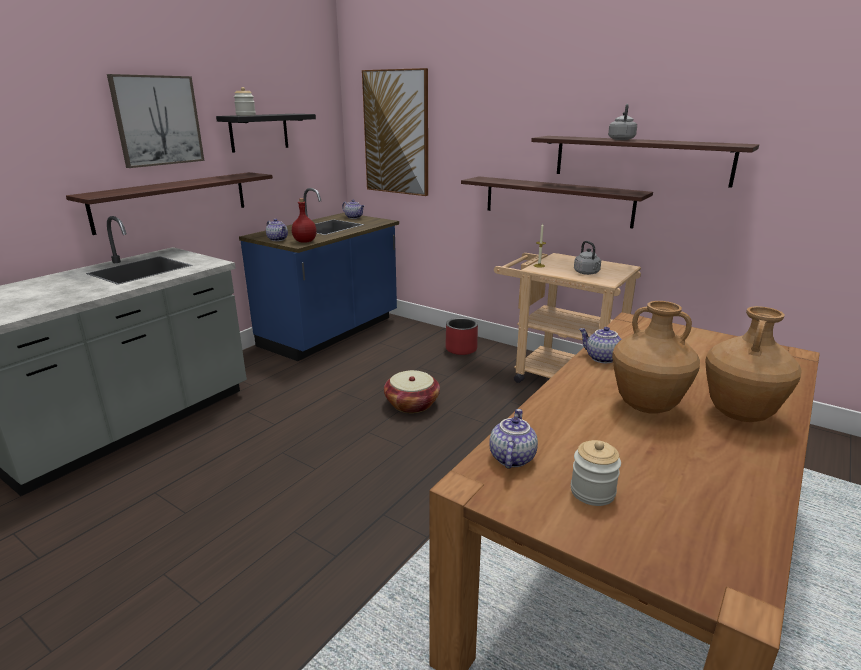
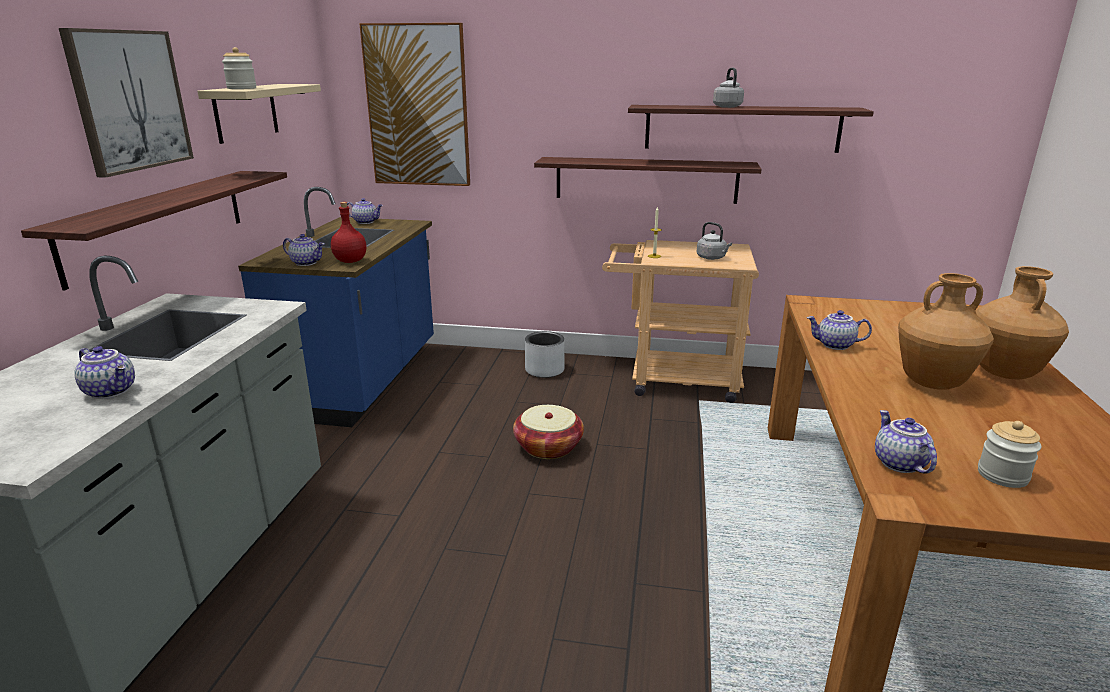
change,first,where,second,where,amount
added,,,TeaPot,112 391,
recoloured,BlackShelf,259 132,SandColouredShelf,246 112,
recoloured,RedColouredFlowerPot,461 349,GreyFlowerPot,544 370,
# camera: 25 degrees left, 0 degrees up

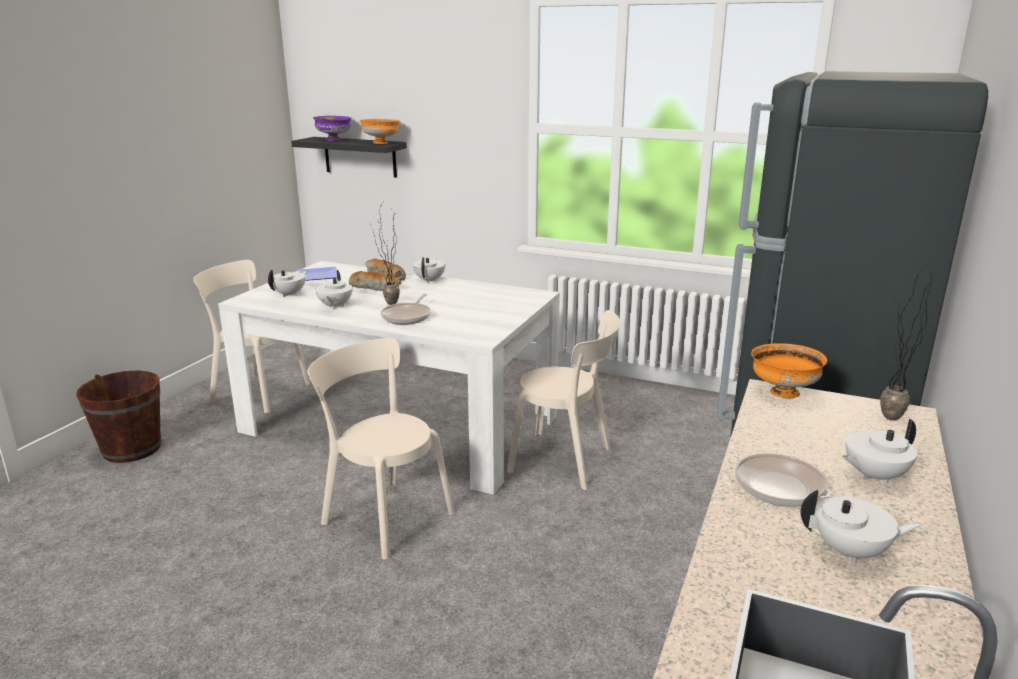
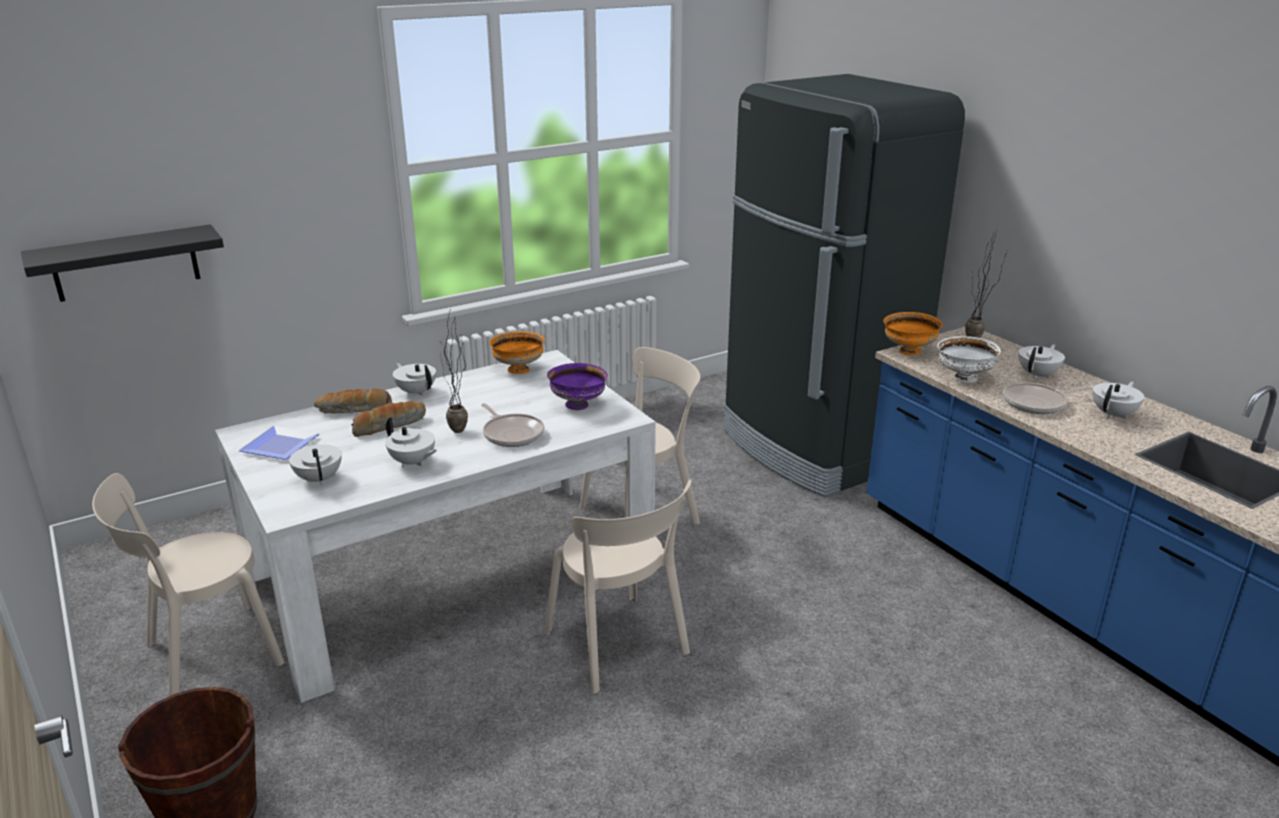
change,first,where,second,where,amount
added,,,WhiteBowl,963 378,
moved,PurplishBowl,334 140,,578 404,
moved,OrangeyBowl,381 143,,518 369,
turned,SandColouredPlainChair,384 515,,619 646,105 degrees counterclockwise
turned,WhiteTeaPot,873 475,,1038 375,150 degrees counterclockwise
# camera: 55 degrees left, 5 degrees up

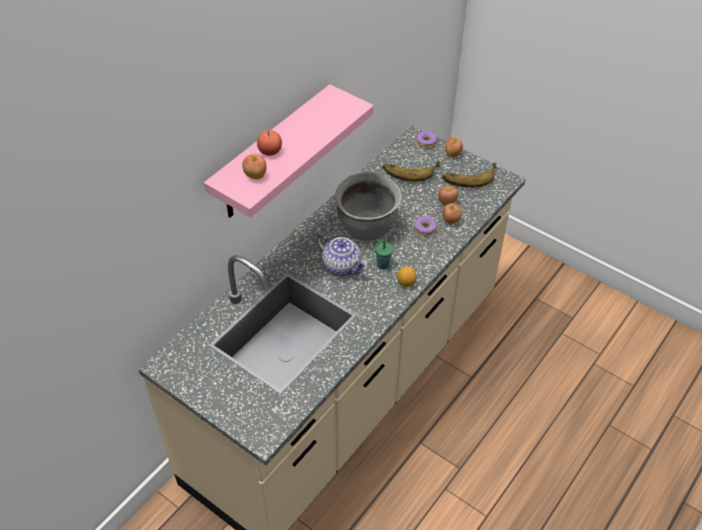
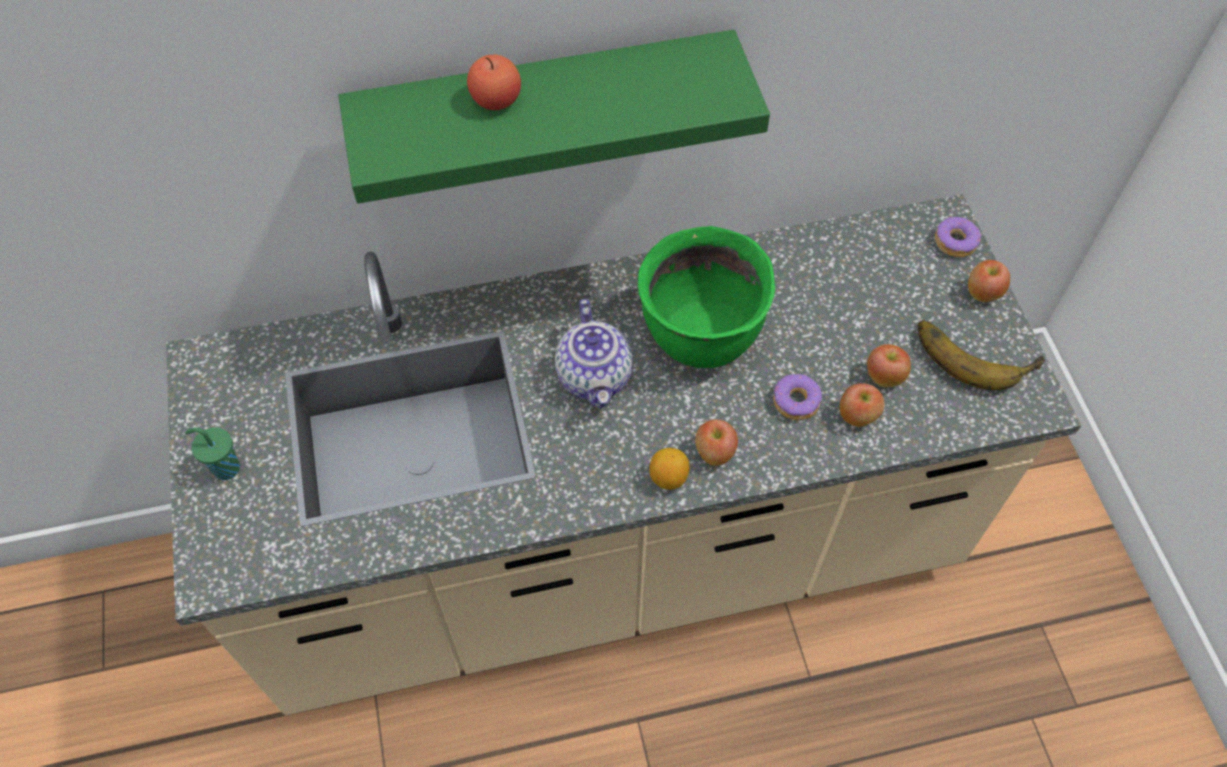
change,first,where,second,where,amount
removed,Banana,410 169,,,
moved,AppleFruit,255 176,,714 453,
moved,GreenColouredDrinkingCup,382 265,,225 468,
recoloured,PinkishShelf,272 155,GreenColouredShelf,544 110,
recoloured,GreySaucepot,367 228,GreenColouredSaucepot,701 336,
# camera: 40 degrees right, 10 degrees up

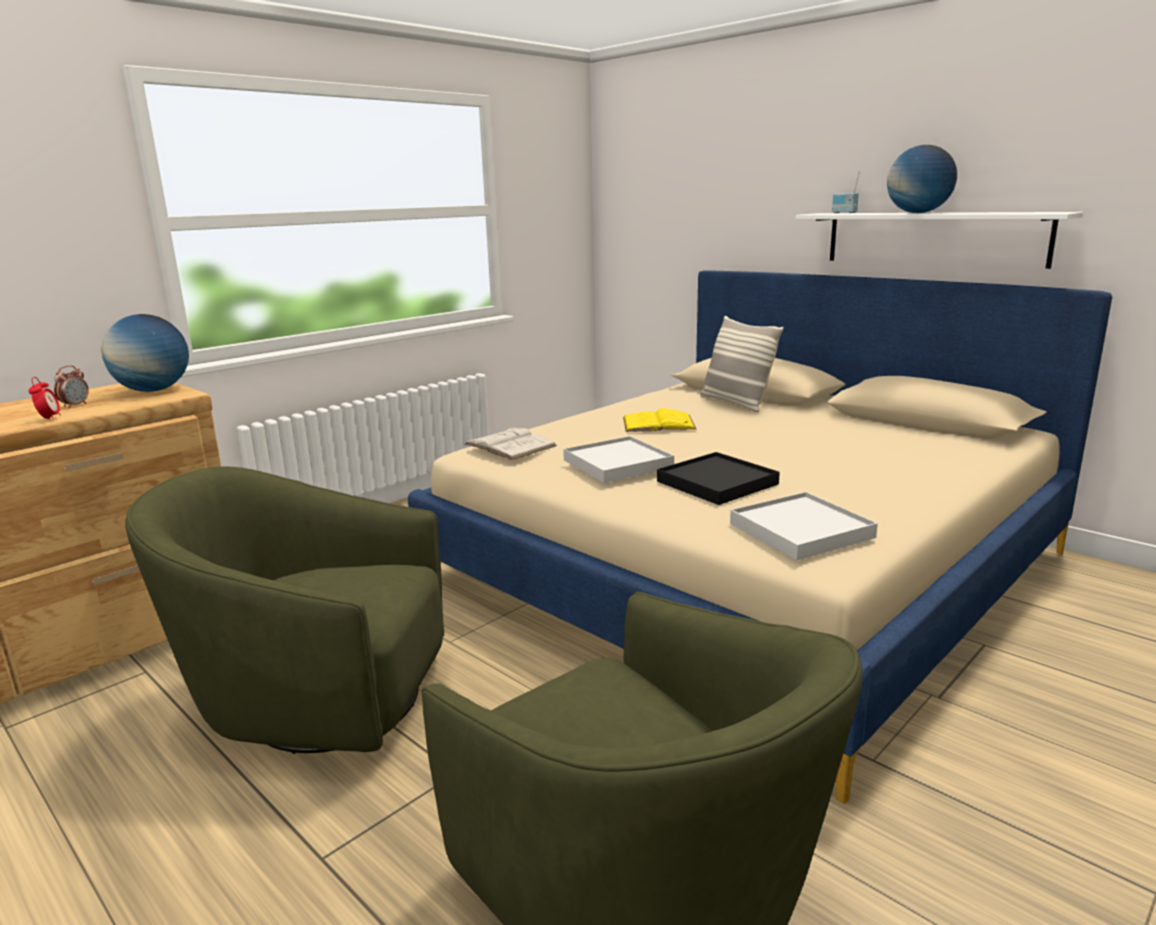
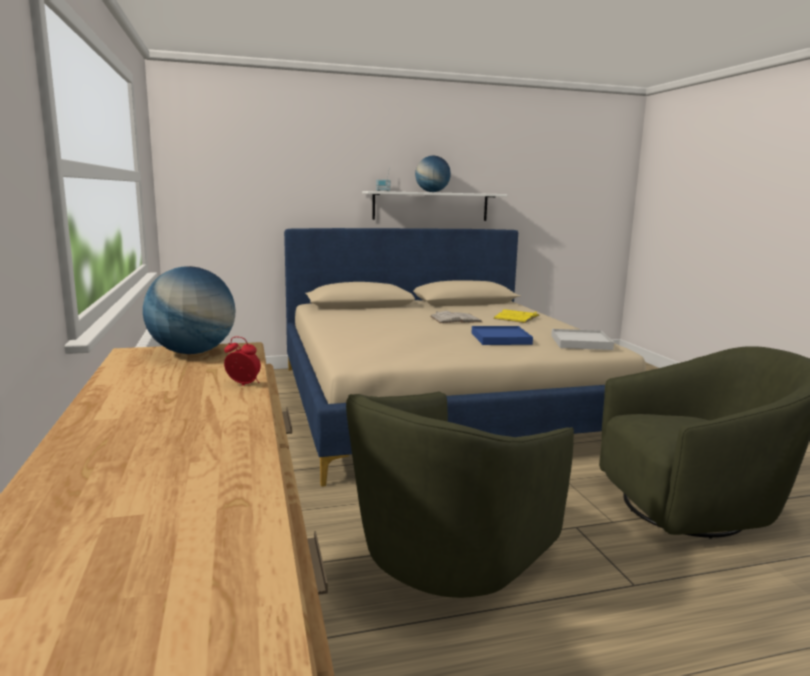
change,first,where,second,where,amount
removed,TableClock,75 405,,,
removed,WhiteServingTray,618 464,,,
removed,Pillow,736 403,,,
moved,WhiteVolume,510 445,,455 319,
moved,YellowishVolume,658 423,,516 317,
recoloured,BlackServingTray,717 483,BlueServingTray,501 338,
# camera: 60 degrees left, 5 degrees down

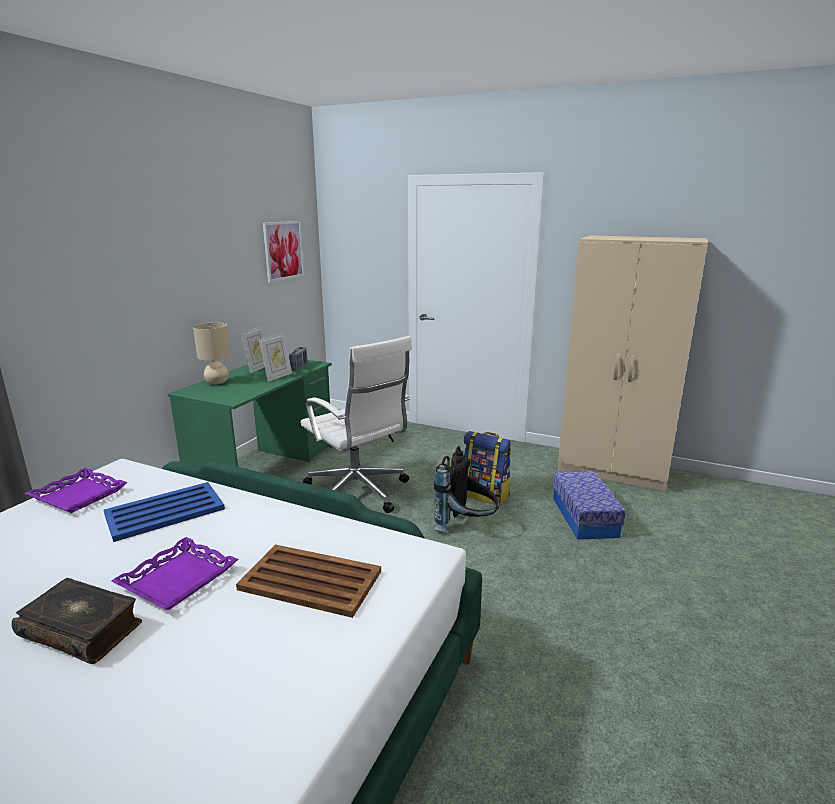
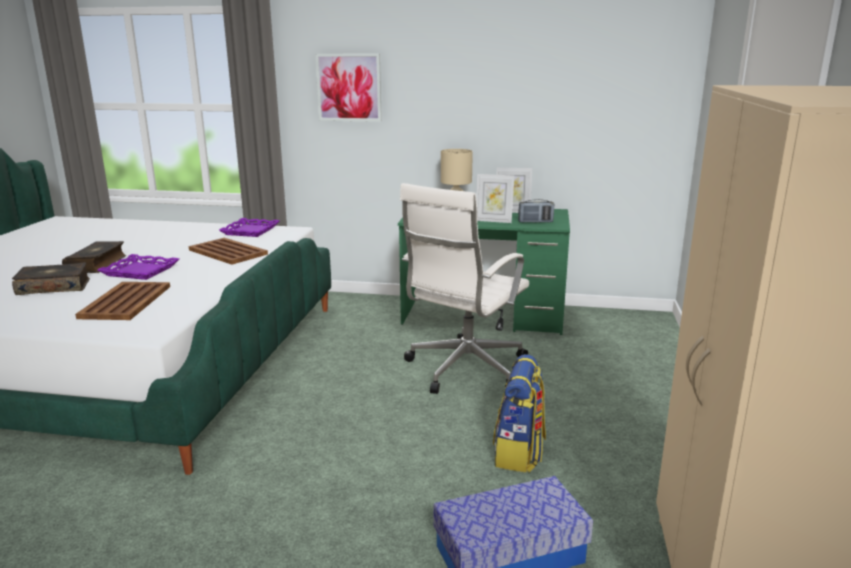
change,first,where,second,where,amount
removed,BlackKnapsack,466 527,,,
added,,,Volume,54 287,
moved,WallArt,283 250,,349 87,
recoloured,BlueServingTray,163 512,BrownServingTray,227 252,
# camera: 75 degrees right, 0 degrees up

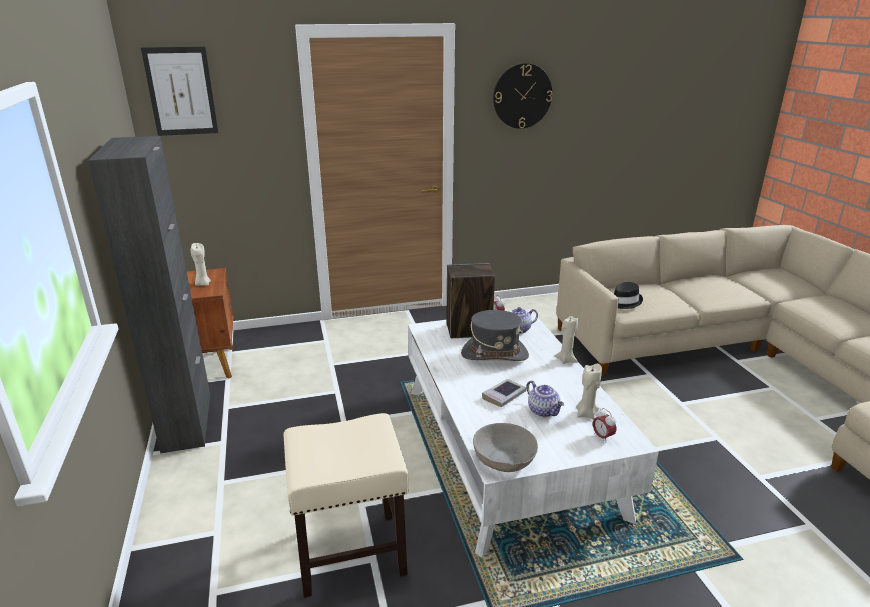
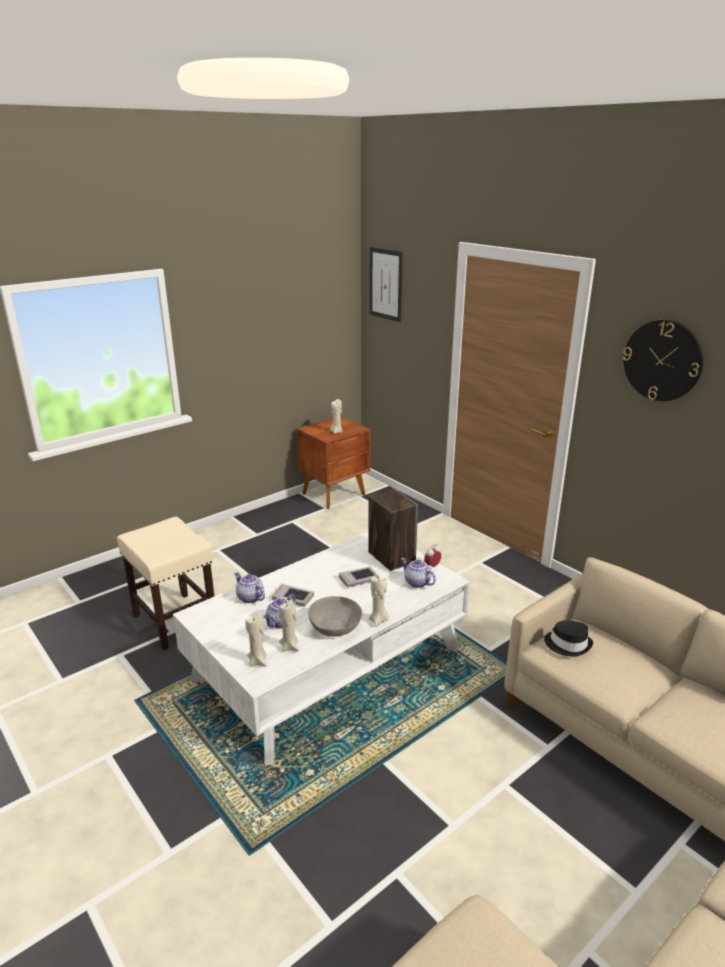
change,first,where,second,where,amount
removed,BlackStorageCabinet,187 422,,,
added,,,TeaPot,249 598,
moved,GreyBowl,504 459,,335 627,
replaced,GreyHat,494 354,Volume,359 579,
replaced,TableClock,602 437,SandColouredWaxLight,258 661,
# camera: 65 degrees right, 0 degrees up

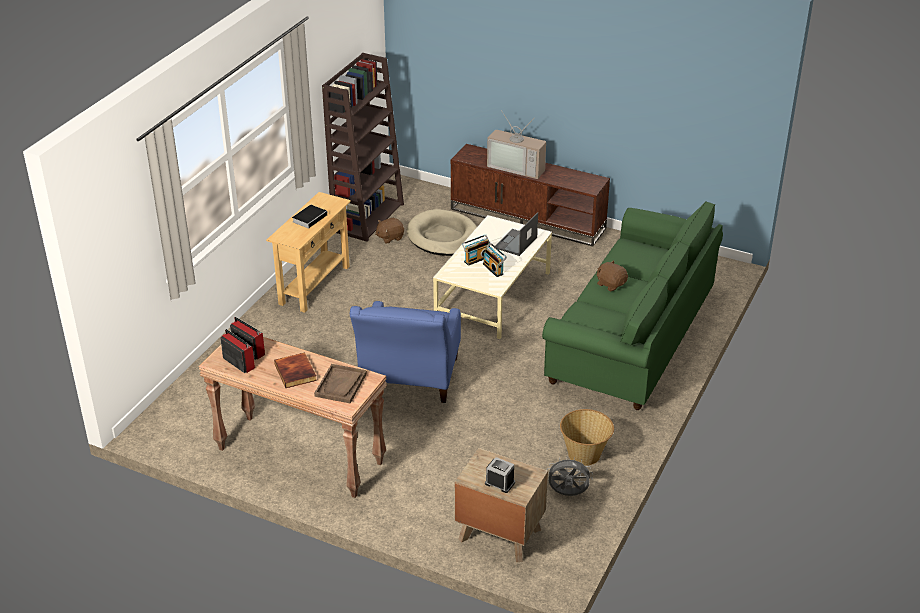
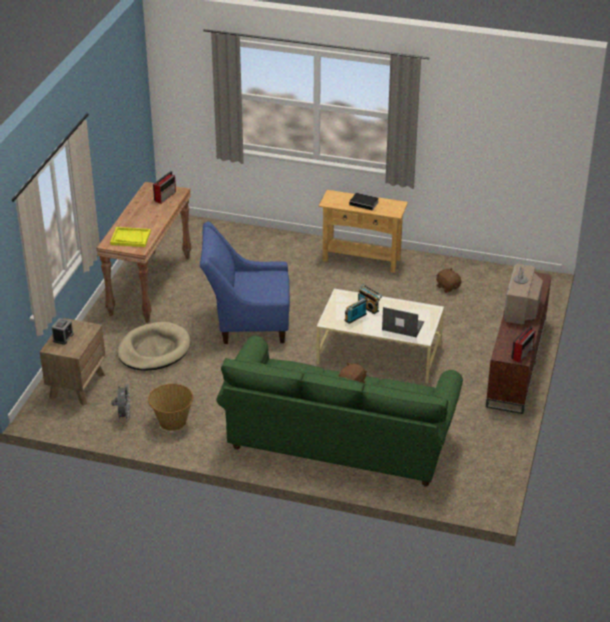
change,first,where,second,where,amount
removed,Volume,296 372,,,
removed,BrownBookcase,368 217,,,
moved,RadioSet,238 362,,522 353,
moved,SandColouredDogBed,443 237,,154 350,
recoloured,BrownServingTray,341 385,YellowishServingTray,130 238,
# camera: 80 degrees right, 0 degrees up

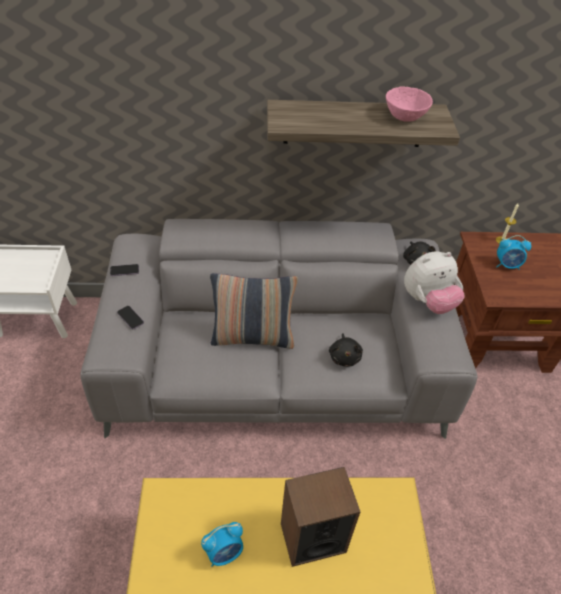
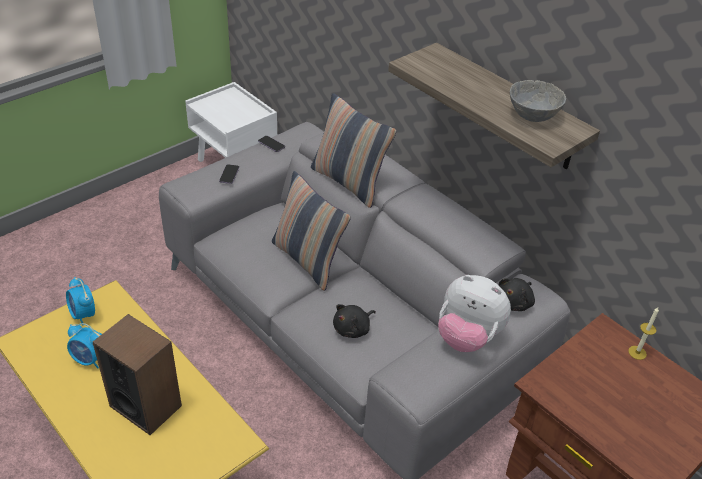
change,first,where,second,where,amount
added,,,Pillow,349 182,
moved,TableClock,507 265,,83 315,
recoloured,PinkishBowl,405 117,GreyBowl,532 115,
# camera: 50 degrees right, 5 degrees down

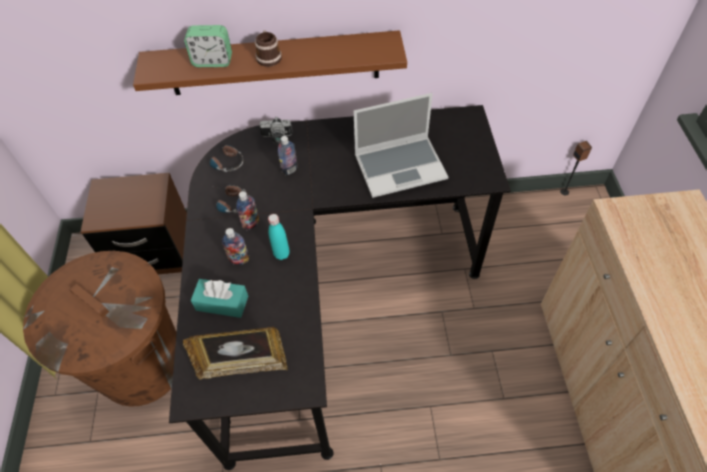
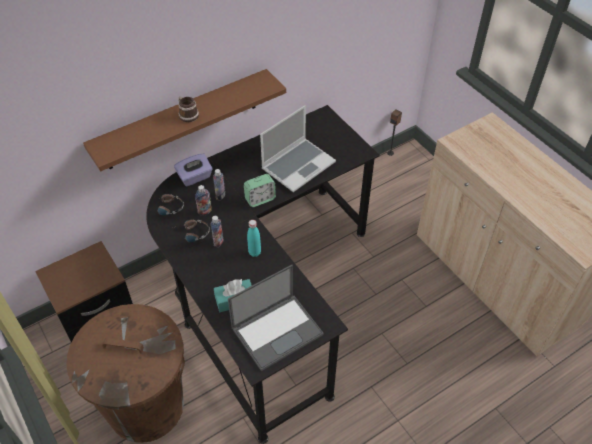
change,first,where,second,where,amount
moved,TableClock,213 61,,260 199,
moved,Bottle,239 260,,205 212,
replaced,PictureFrame,243 365,Laptop,278 330,
replaced,PhotoCamera,276 138,PurplishTissueHolder,195 177,
# camera: 30 degrees left, 5 degrees down

